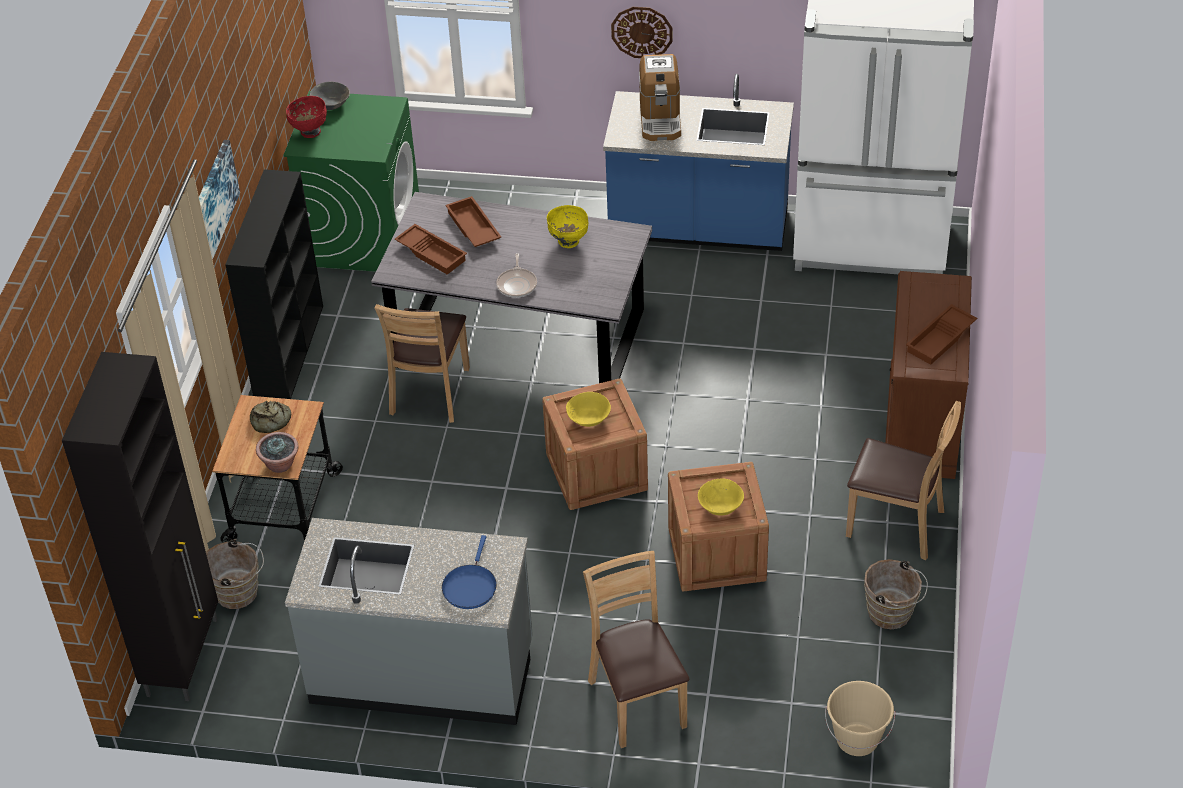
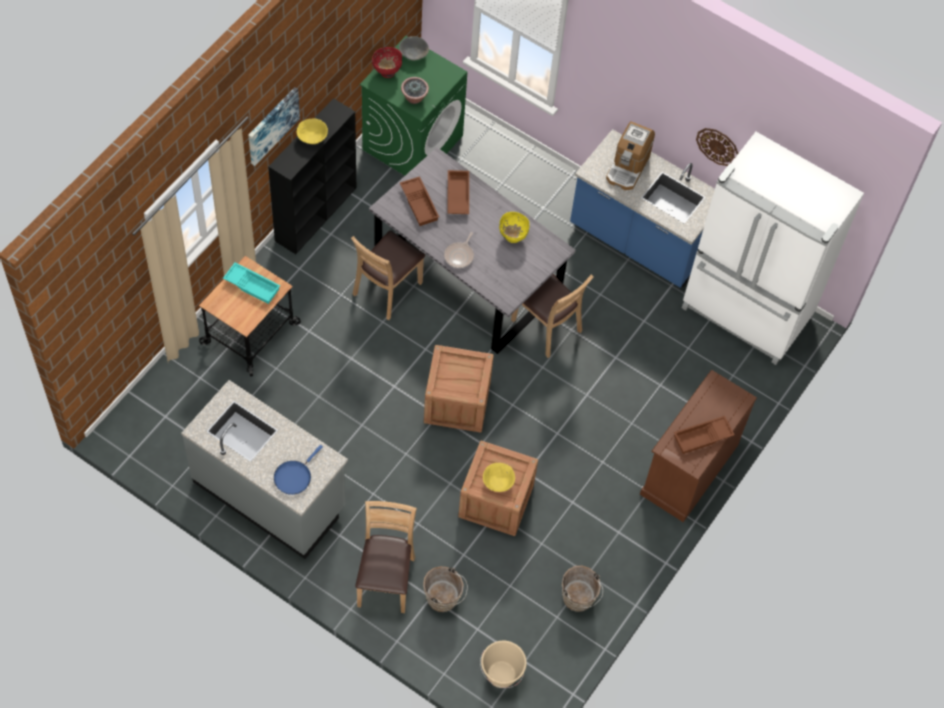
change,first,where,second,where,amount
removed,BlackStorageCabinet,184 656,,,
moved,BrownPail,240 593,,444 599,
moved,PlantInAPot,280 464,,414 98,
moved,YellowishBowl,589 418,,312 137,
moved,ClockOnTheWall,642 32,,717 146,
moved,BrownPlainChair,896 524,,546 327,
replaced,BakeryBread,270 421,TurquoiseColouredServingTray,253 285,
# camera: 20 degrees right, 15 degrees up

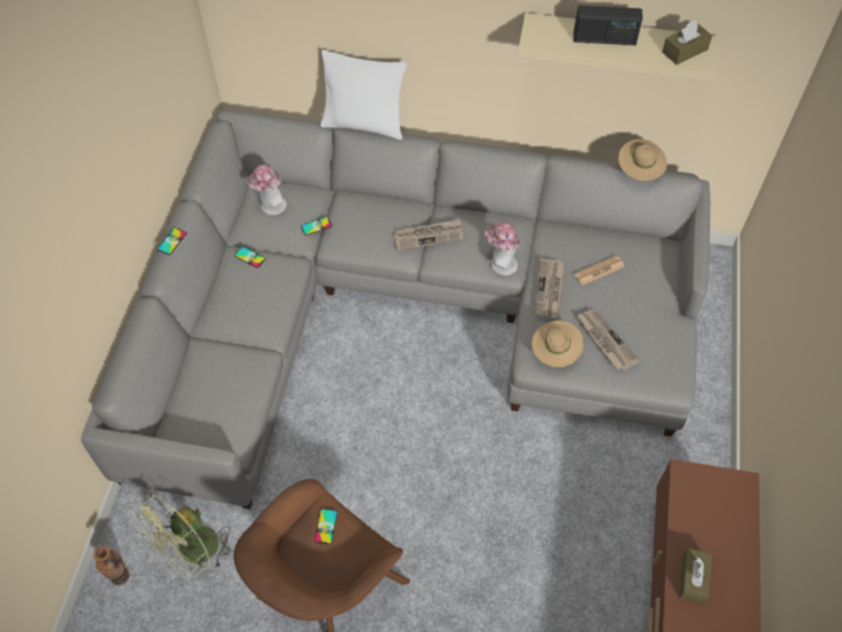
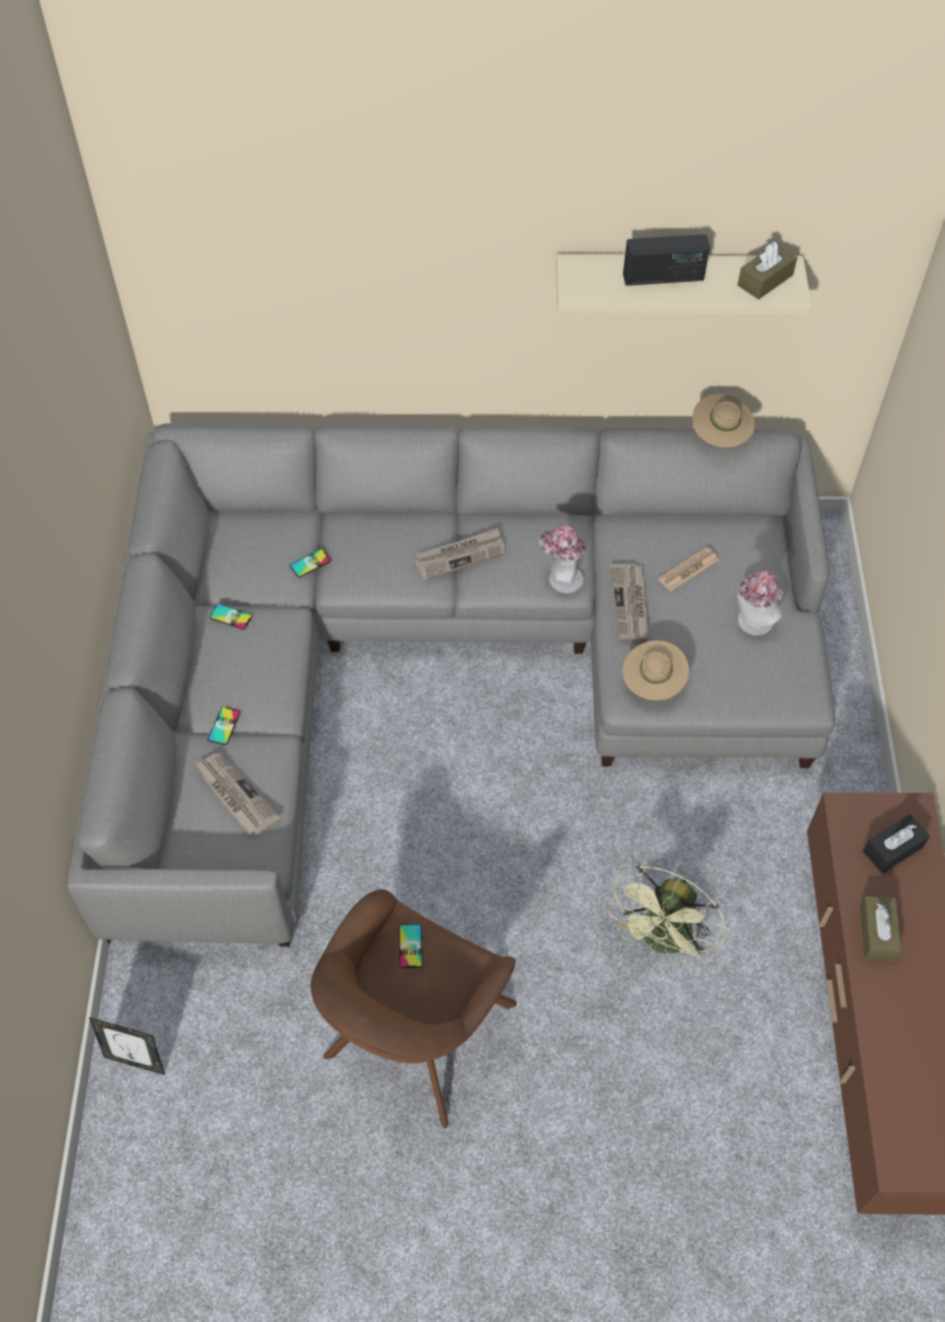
change,first,where,second,where,amount
removed,WhitePillow,364 125,,,
added,,,BlackTissueHolder,893 849,
moved,GreenColouredCoolingFan,193 553,,663 941,
moved,Telephone,172 241,,224 726,
moved,Hat,270 207,,752 624,
moved,PrintedPaper,605 341,,235 795,
replaced,Vase,120 576,PictureFrame,136 1061,
# camera: 10 degrees left, 0 degrees up

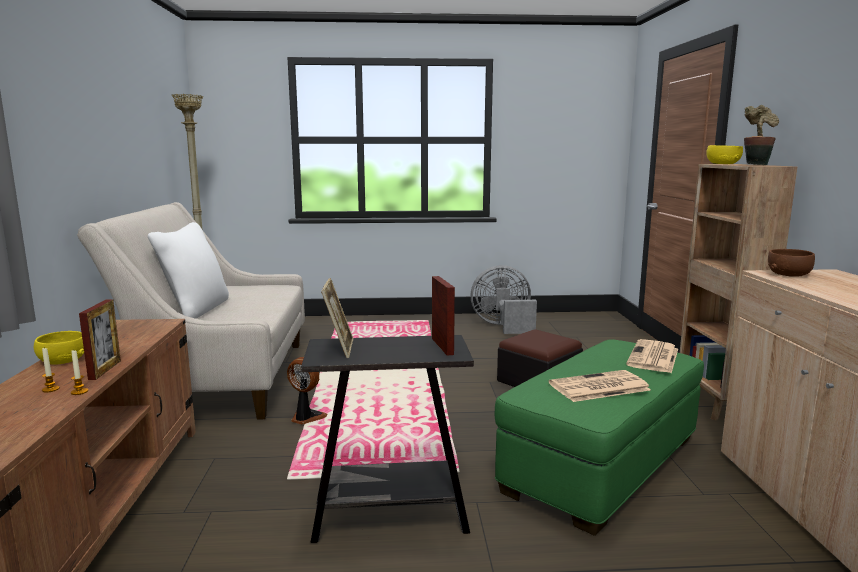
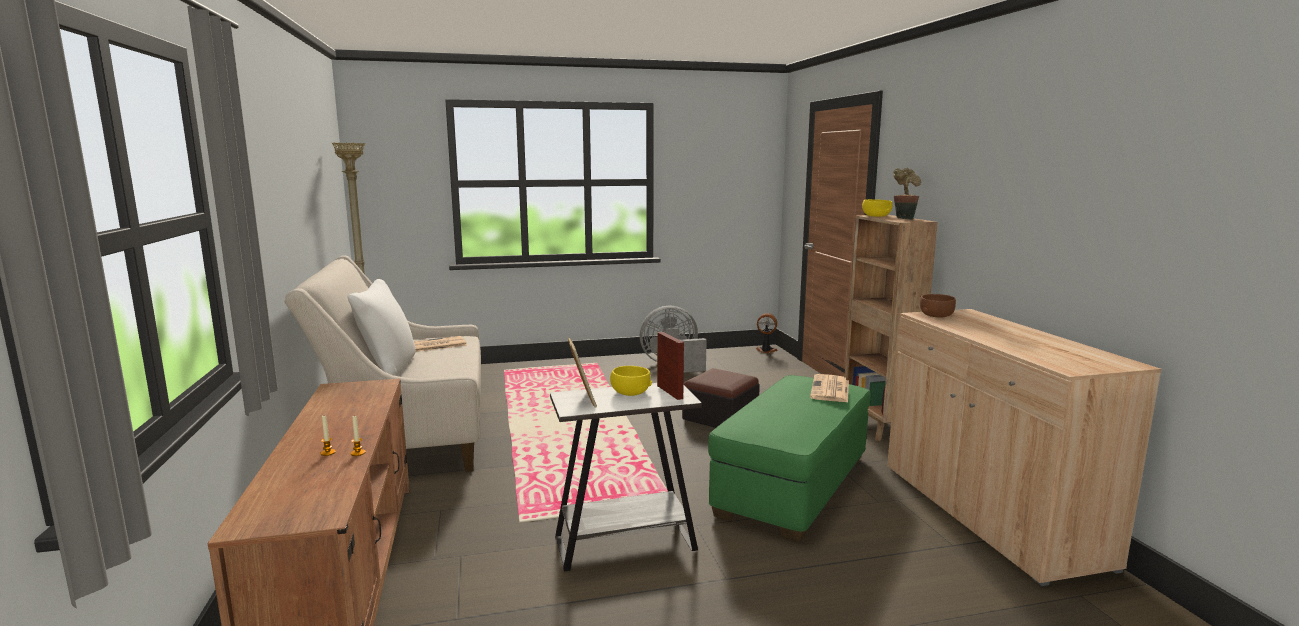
change,first,where,second,where,amount
removed,PictureFrame,105 370,,,
moved,YellowishBowl,62 360,,630 392,
moved,CoolingFan,306 418,,766 351,
moved,PrintedPaper,598 387,,434 345,
recoloured,BlackEndTable,390 516,WhiteEndTable,625 544,
# camera: 10 degrees left, 0 degrees up

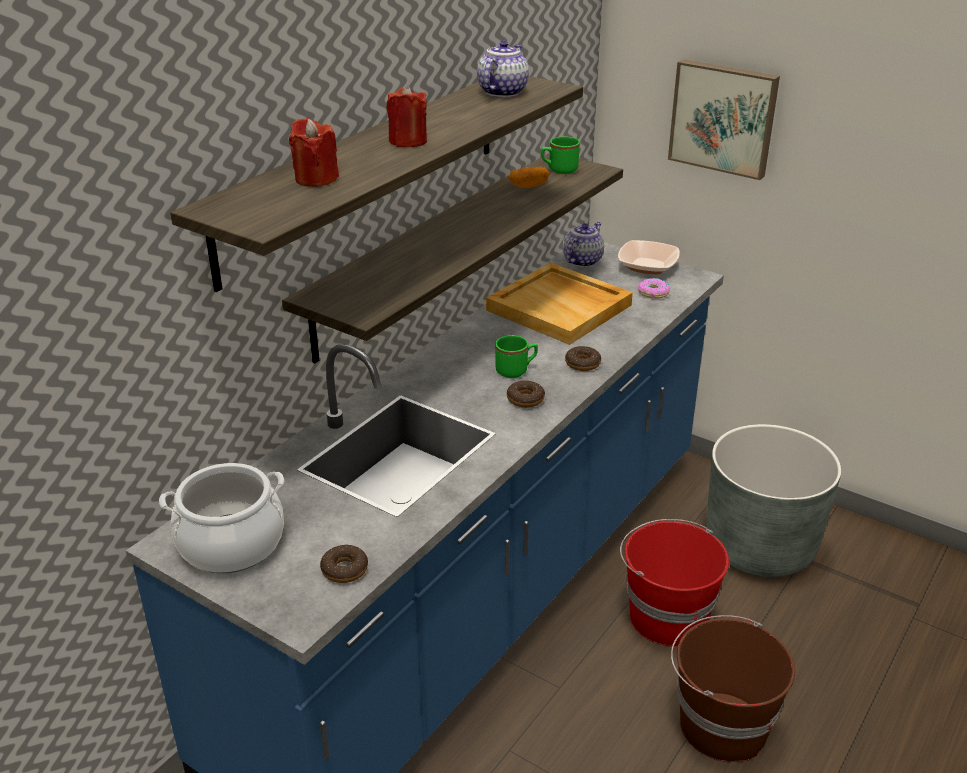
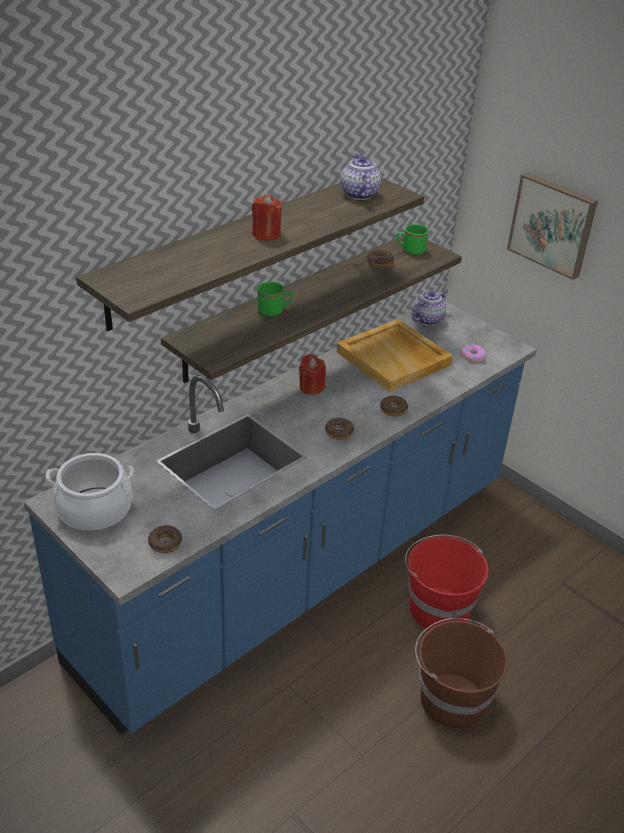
change,first,where,second,where,amount
removed,Bowl,647 266,,,
removed,GreyFlowerPot,760 546,,,
moved,RedColouredWaxLight,316 179,,311 387,
moved,GreenColouredMug,516 370,,274 311,
replaced,Potato,528 186,Doughnut,379 262,
turned,TeaPot,502 91,,358 194,45 degrees counterclockwise
# camera: 10 degrees right, 5 degrees up

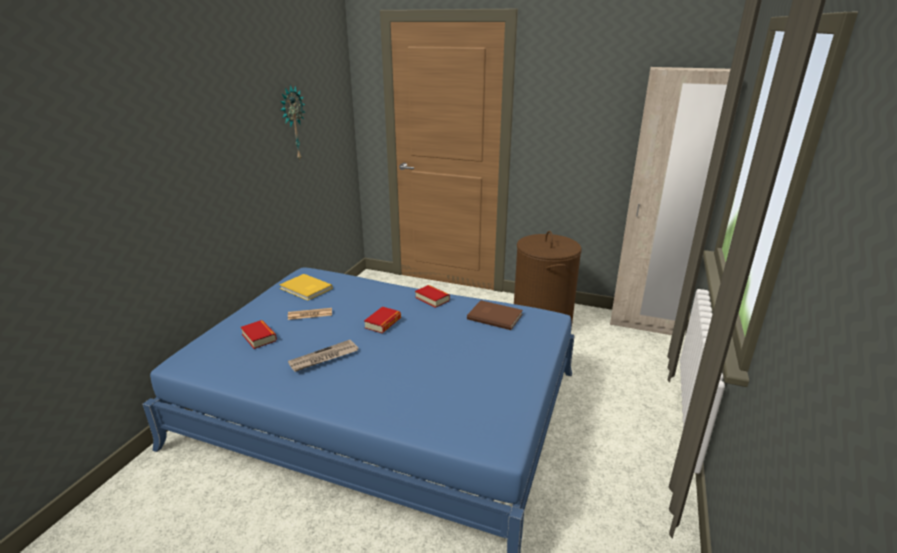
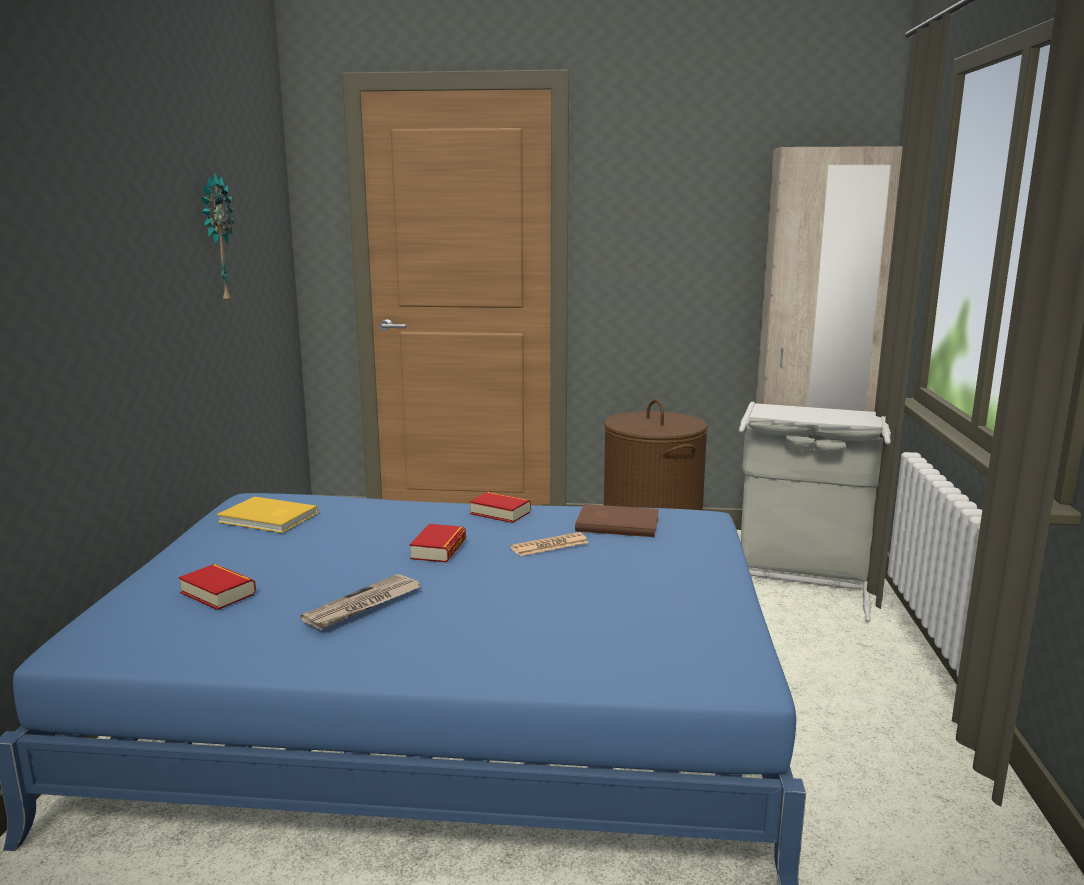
change,first,where,second,where,amount
added,,,GreyLaundryBasket,800 583,
moved,PrintedPaper,310 314,,549 545,
# camera: 15 degrees left, 10 degrees down

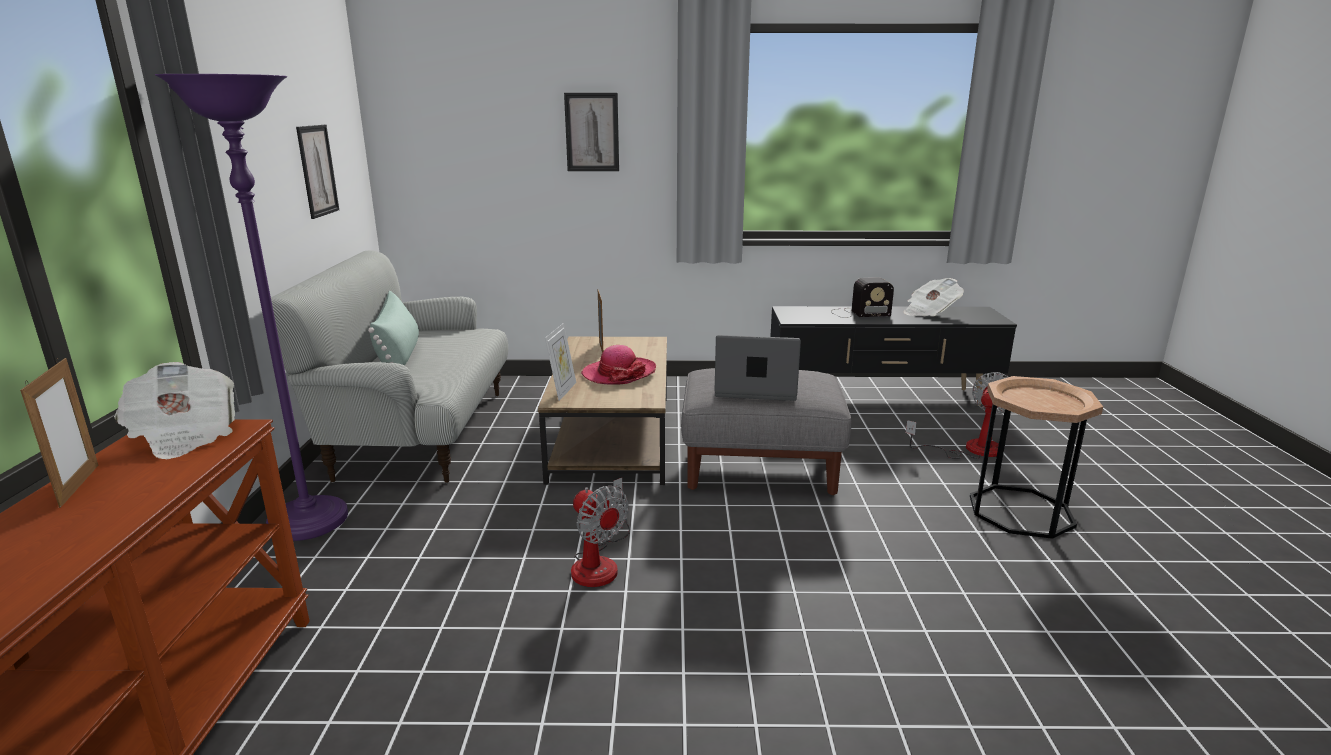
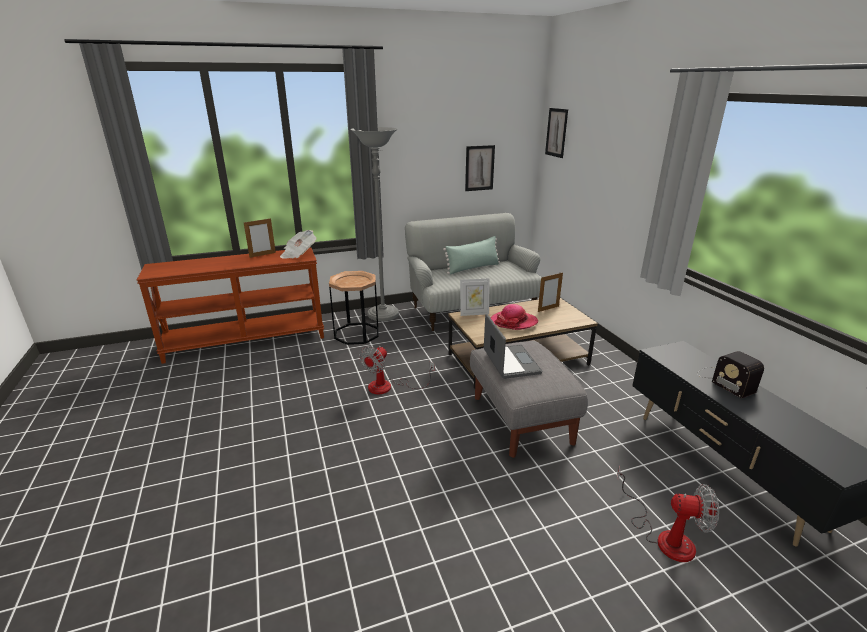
change,first,where,second,where,amount
removed,PrintedPaper,929 312,,,
moved,WallArt,592 132,,556 132,
moved,BrownEndTable,1021 511,,356 333,
recoloured,PurplishStandardLamp,309 522,GreyStandardLamp,383 315,
# camera: 70 degrees right, 5 degrees up

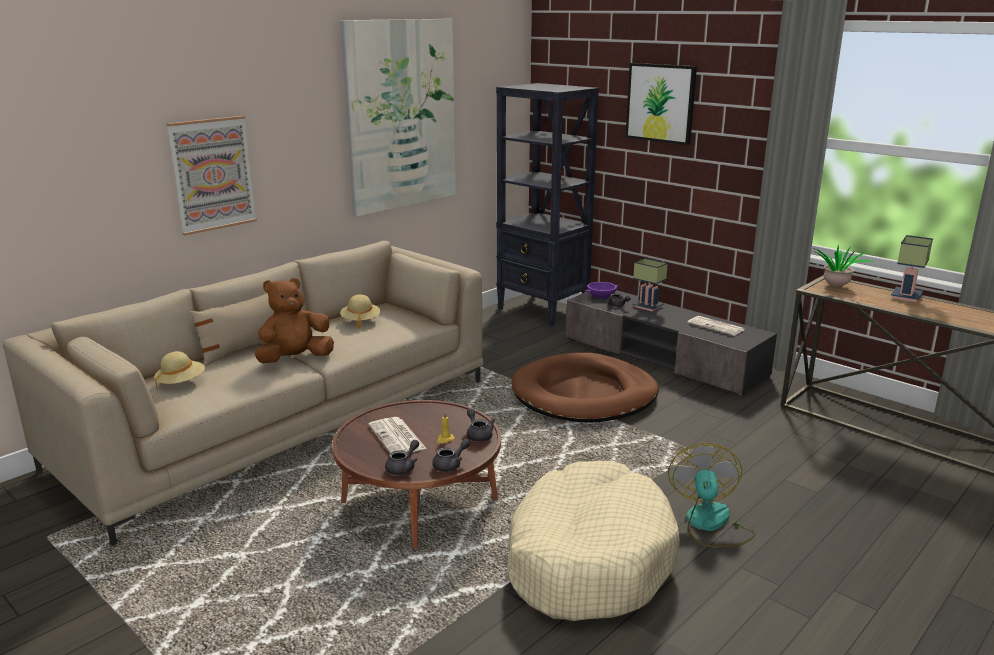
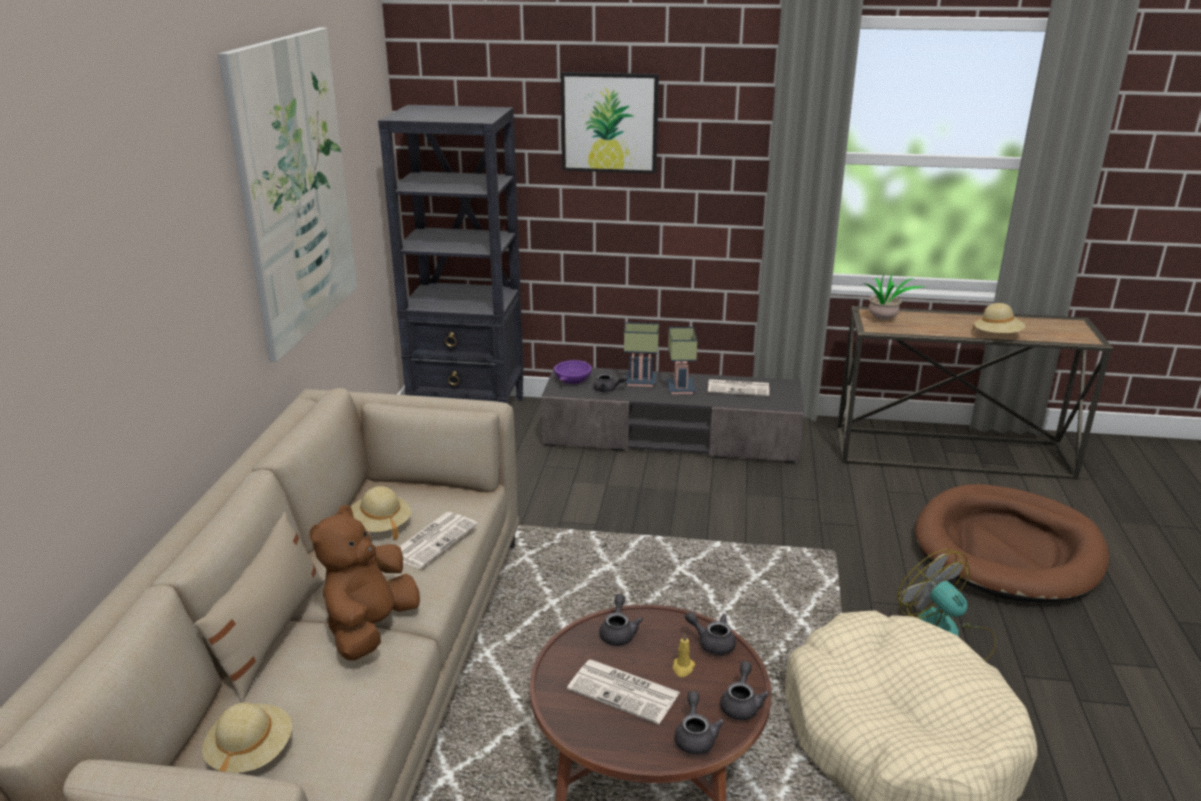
change,first,where,second,where,amount
removed,WallArt,212 174,,,
added,,,PrintedPaper,433 540,
added,,,GreyTeaPot,618 632,
added,,,SandColouredHat,997 336,
moved,BrownDogBed,584 394,,1008 549,
moved,TabletopLamp,907 297,,682 389,
# camera: 35 degrees left, 5 degrees up

